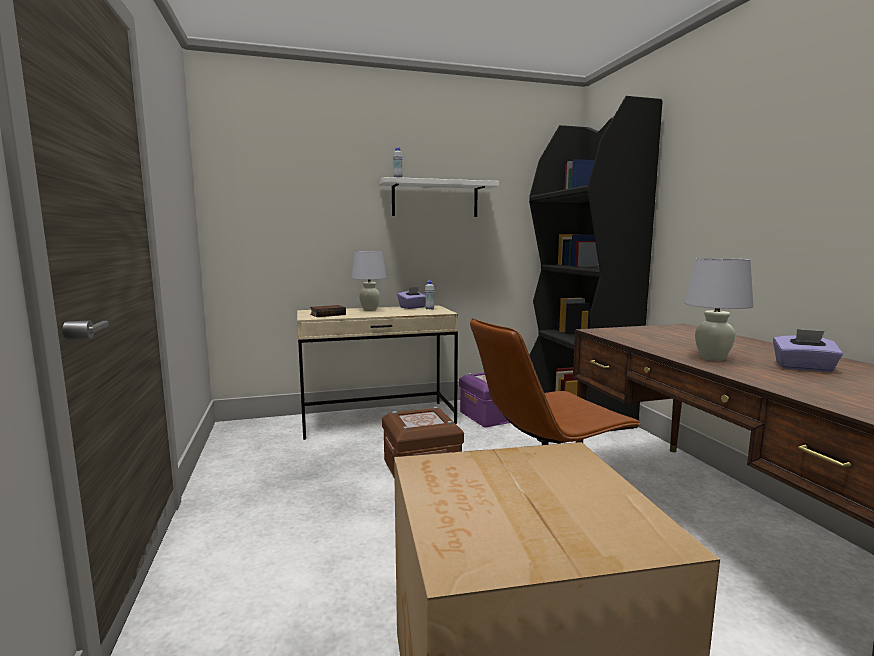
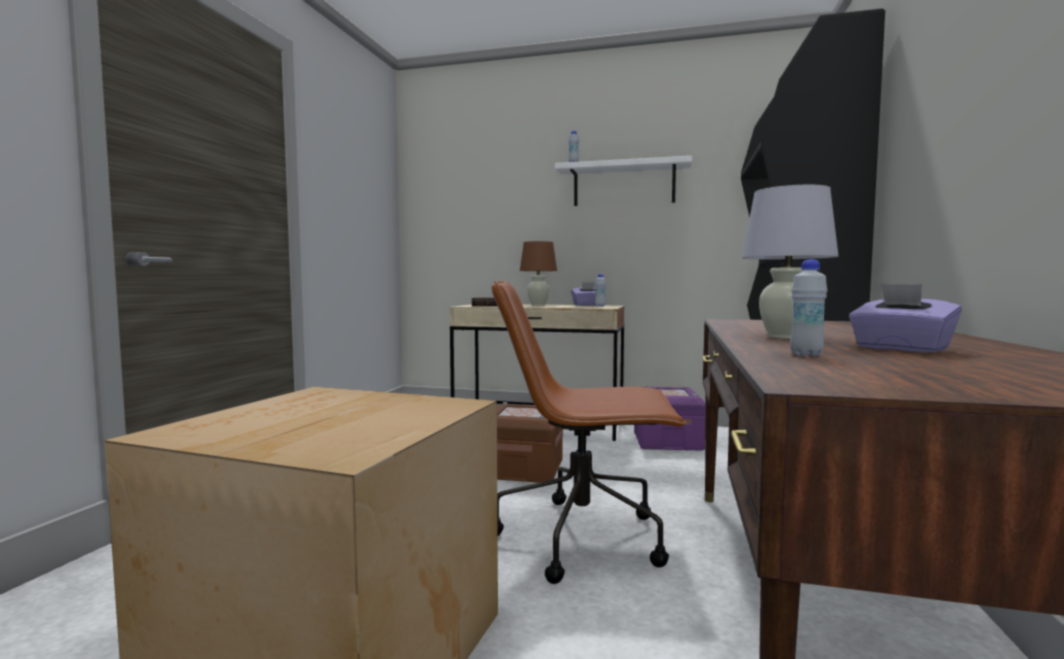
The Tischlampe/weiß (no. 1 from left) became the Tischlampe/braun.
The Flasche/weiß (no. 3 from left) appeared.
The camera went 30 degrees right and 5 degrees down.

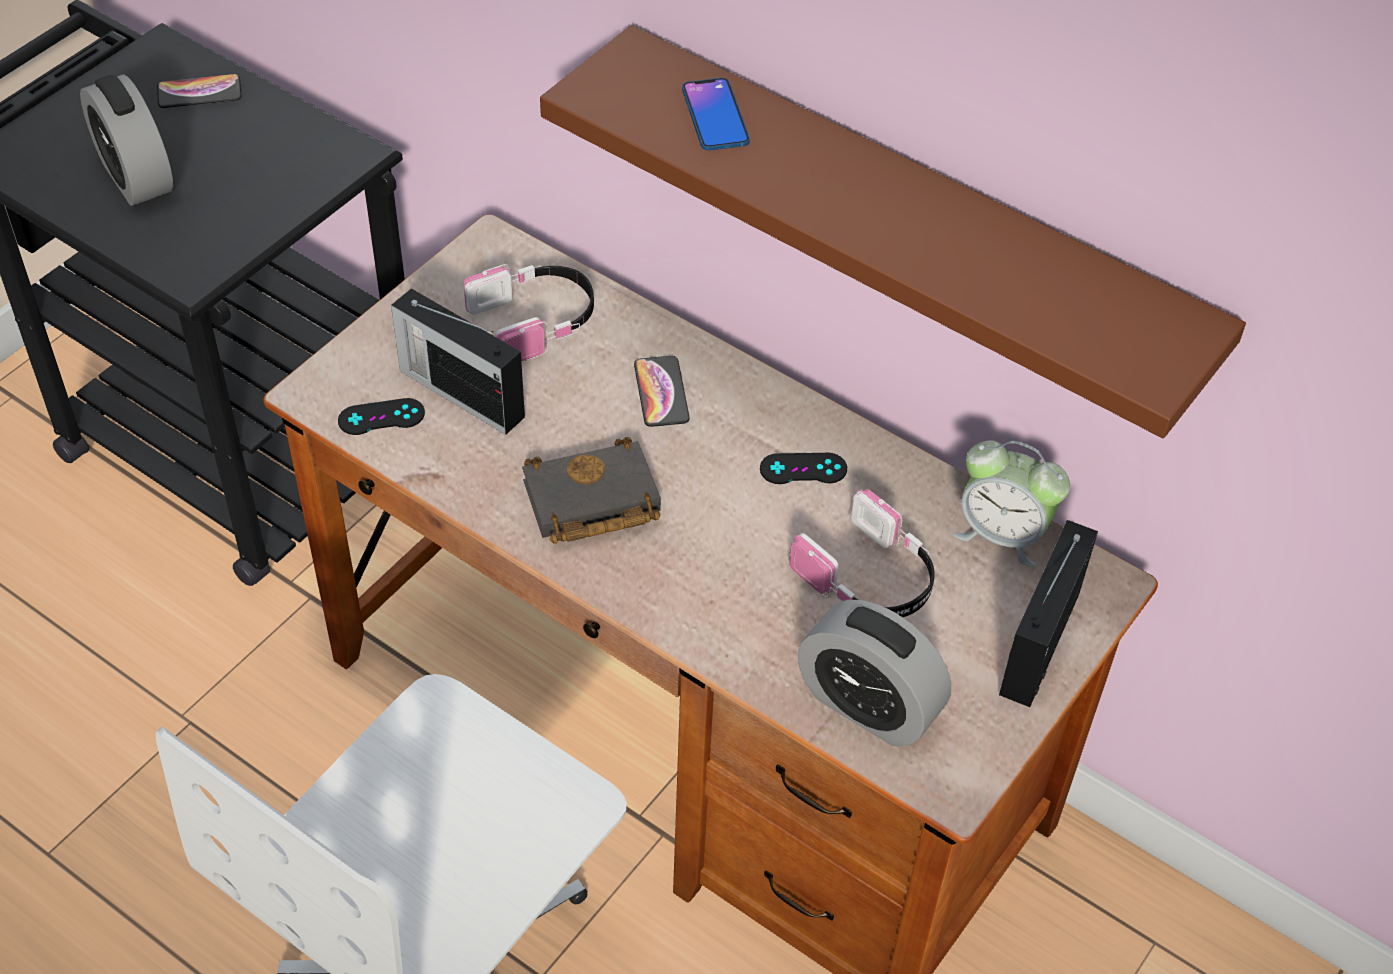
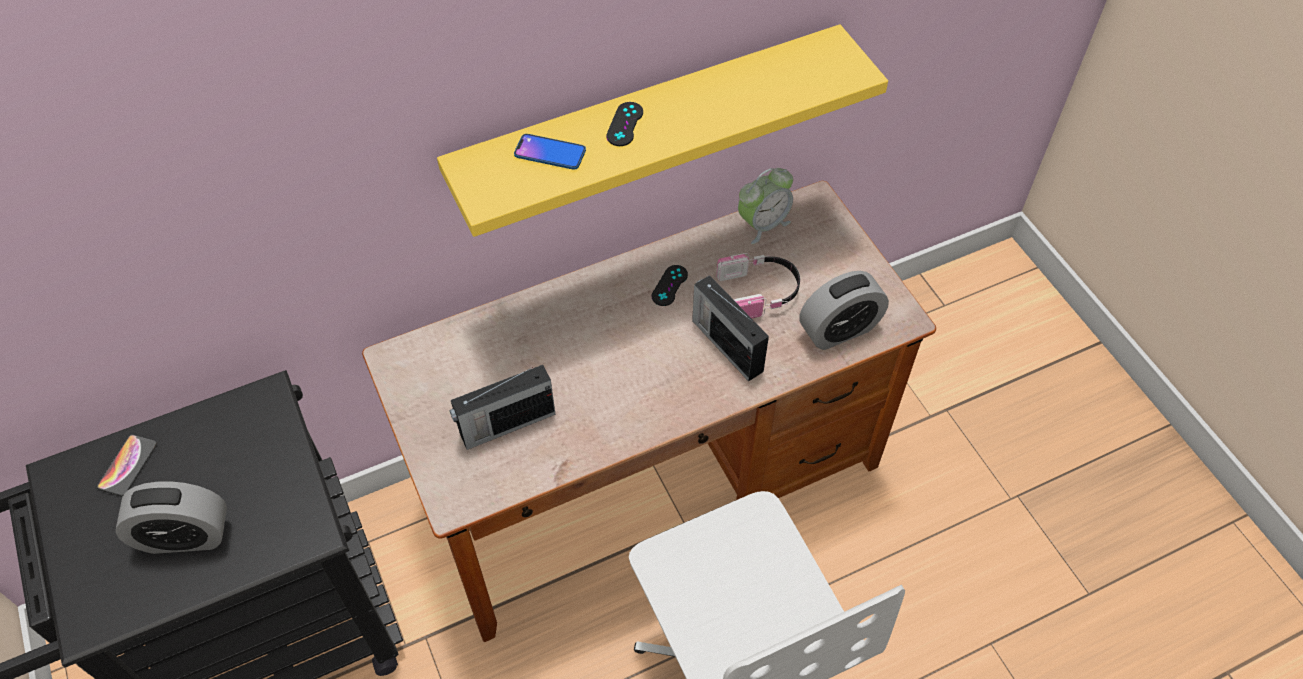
The Wandregal/braun became the Wandregal/gelb.
The Gamepad/schwarz (no. 1 from left) moved.
The Radio (no. 2 from left) moved.
The Kopfhörer (no. 1 from left) disappeared.
The Buch/schwarz disappeared.
The Handy (no. 2 from left) disappeared.
The camera went 60 degrees left and 5 degrees up.

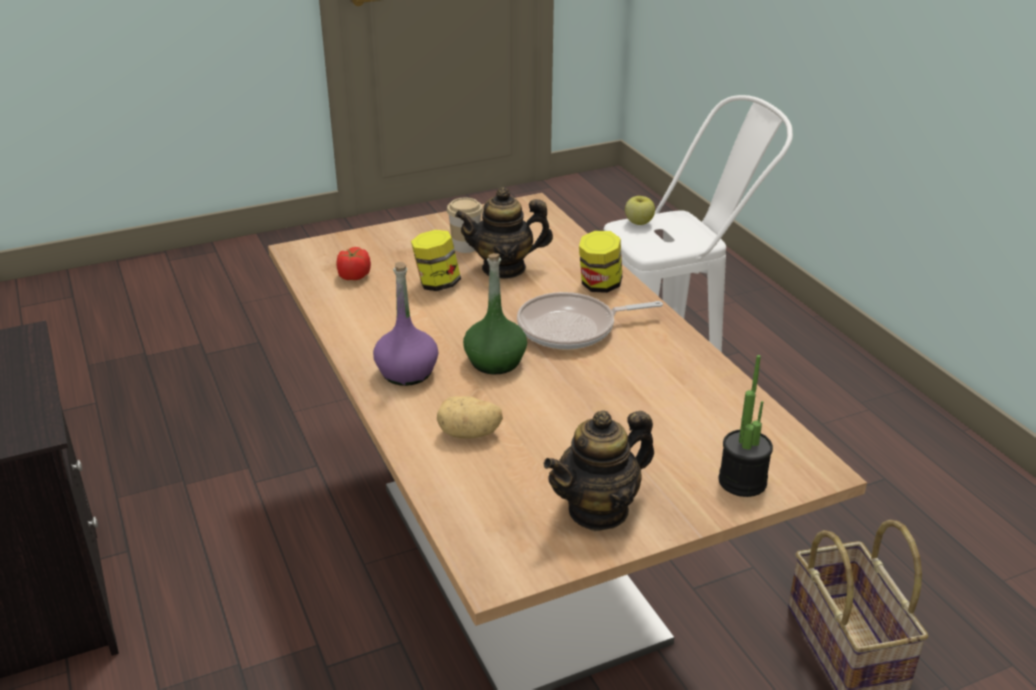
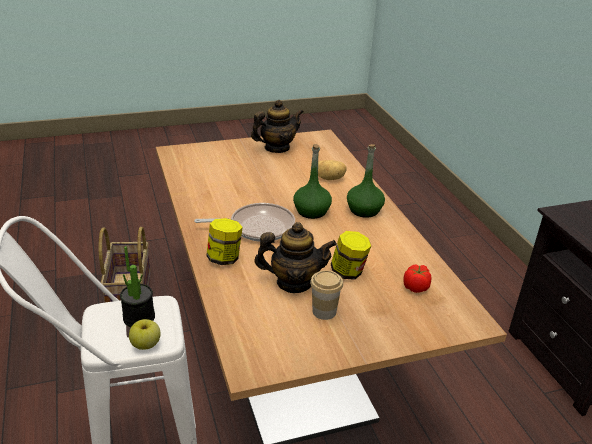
The Topfpflanze moved.
The Flasche/lila became the Flasche/grün (no. 2 from left).
The camera went 175 degrees left and 0 degrees up.

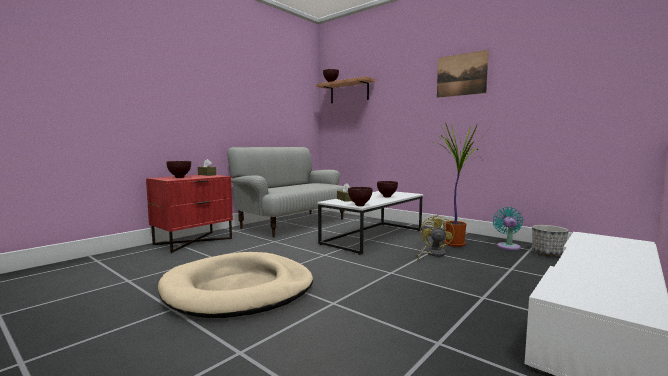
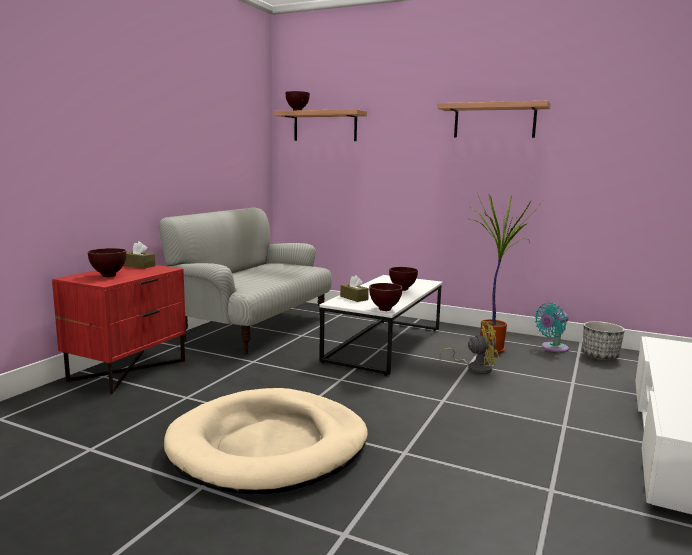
The Bild was replaced by the Wandregal (no. 2 from left).
The Ventilator/gelb turned 90 degrees clockwise.
The Ventilator/türkis turned 120 degrees counterclockwise.
The camera went 15 degrees left and 5 degrees up.

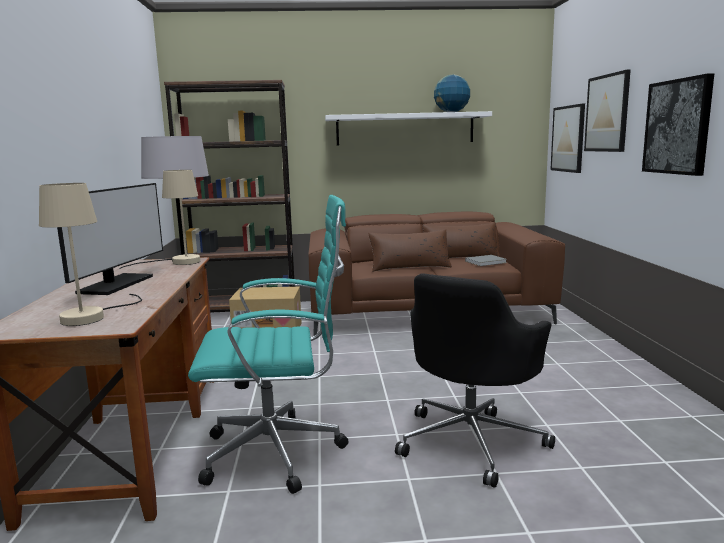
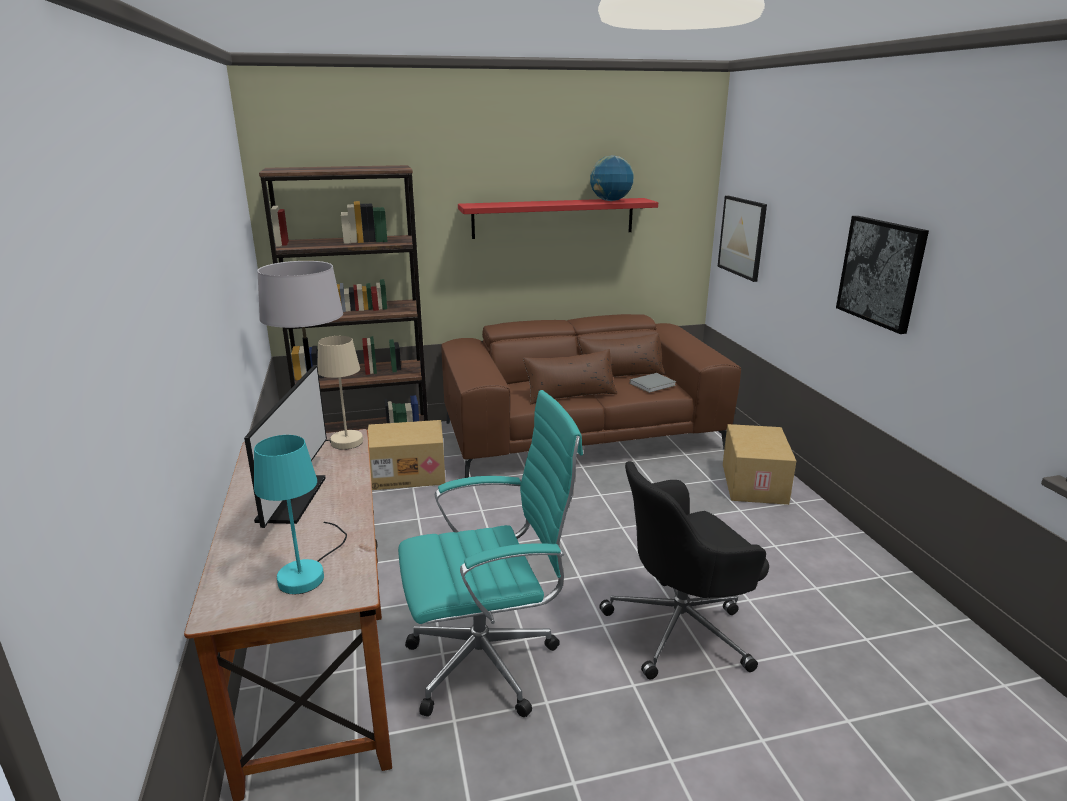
The Tischlampe/beige (no. 1 from left) became the Tischlampe/türkis.
The Wandregal/weiß became the Wandregal/rot.
The Bürostuhl/schwarz turned 45 degrees clockwise.
The Karton (no. 2 from left) appeared.
The Bild (no. 2 from left) disappeared.
The camera went 10 degrees left and 10 degrees up.

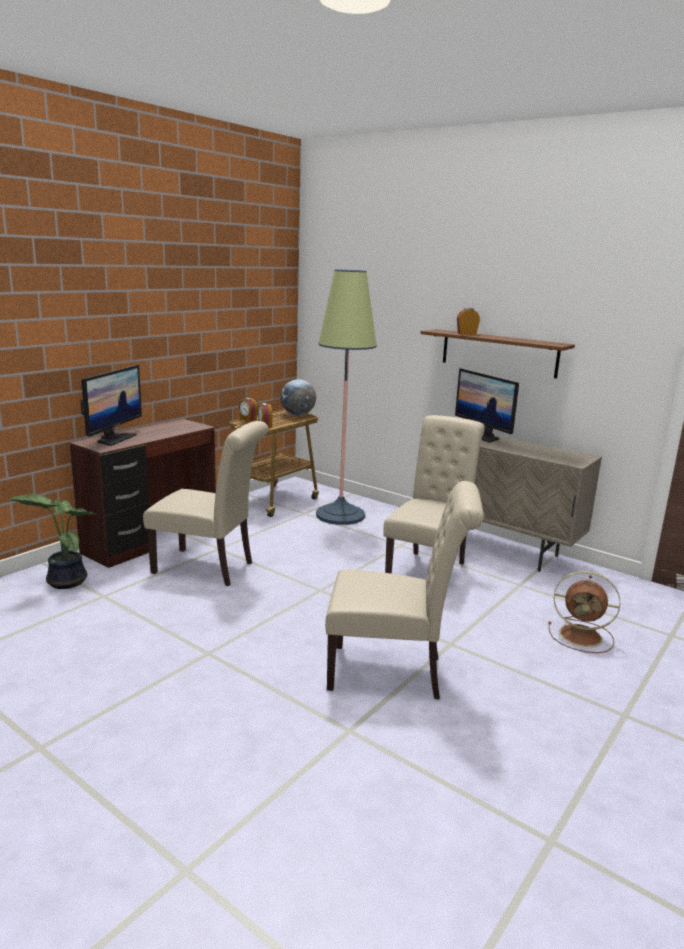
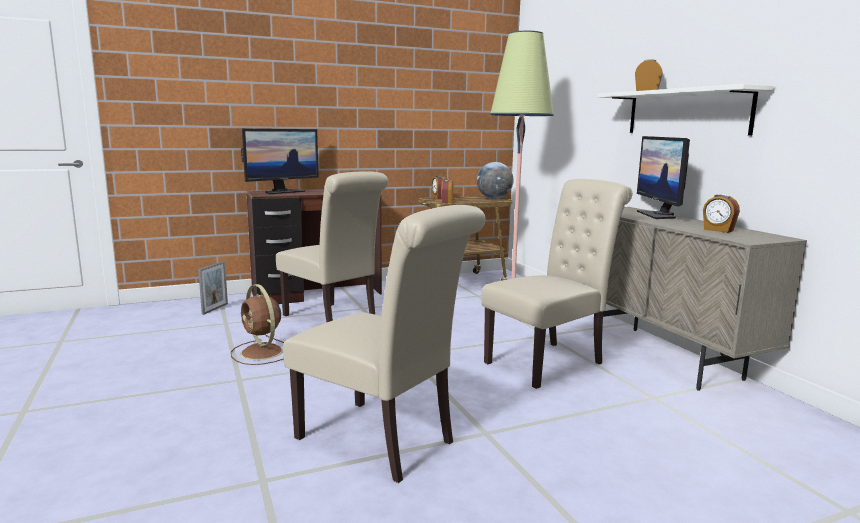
The Topfpflanze was replaced by the Bilderrahmen.
The Ventilator/braun moved.
The Wandregal/braun became the Wandregal/weiß.
The Wecker (no. 4 from left) appeared.
The camera went 30 degrees right and 5 degrees down.

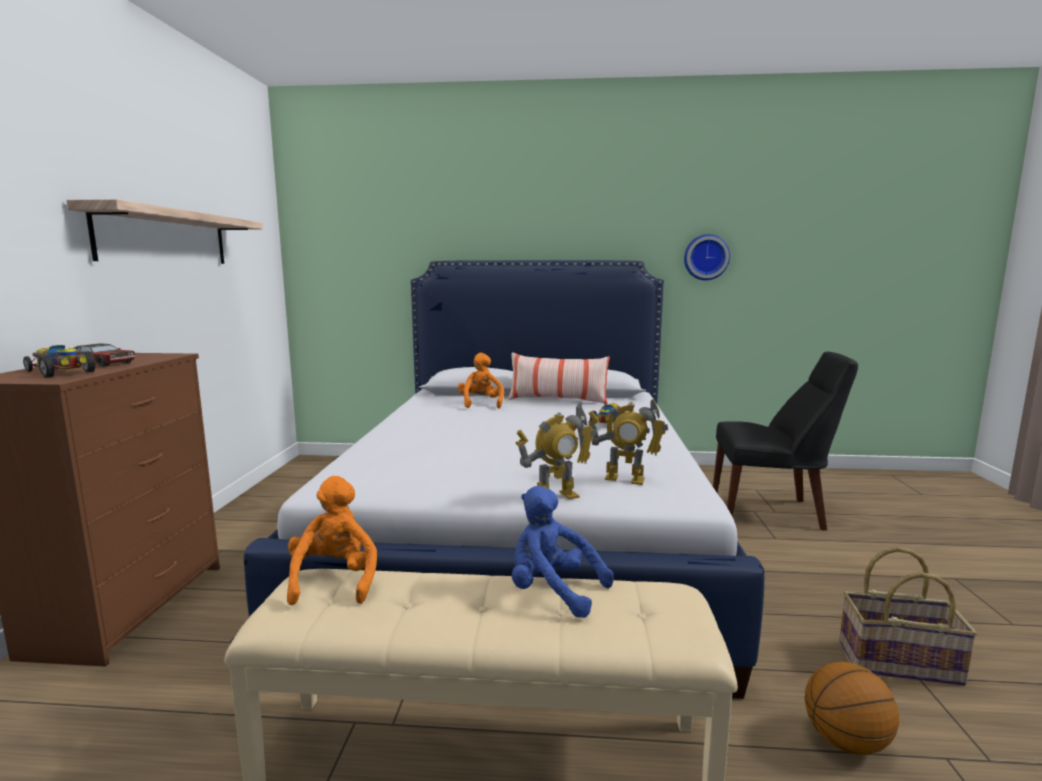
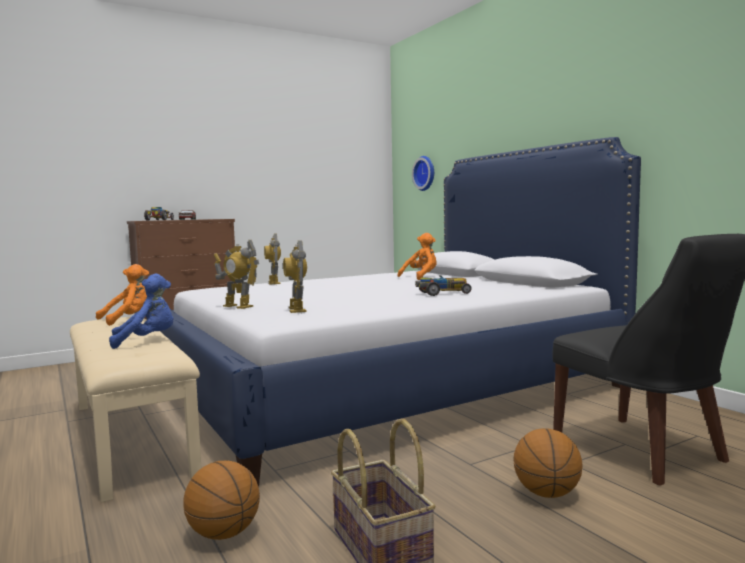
The Plüschtier/blau turned 75 degrees clockwise.
The Spielzeugroboter (no. 2 from left) appeared.
The Wanduhr moved.
The Basketball (no. 2 from left) appeared.
The Wandregal disappeared.
The Kissen disappeared.
The camera went 55 degrees right and 5 degrees down.

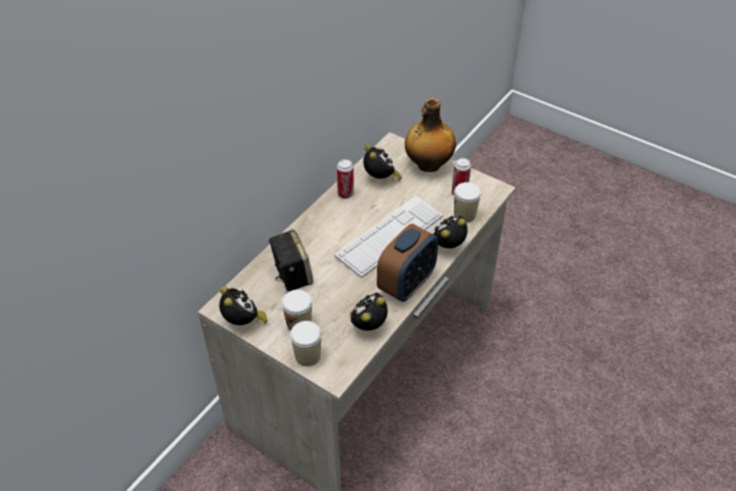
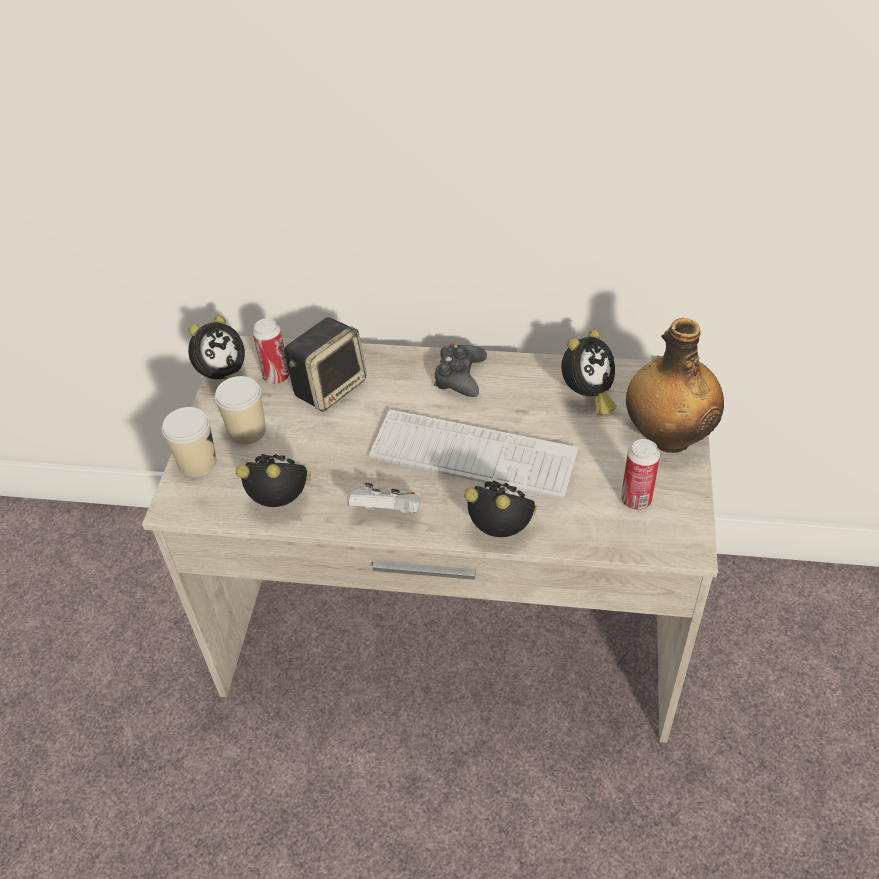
The Dose (no. 1 from left) moved.
The Wecker (no. 4 from left) was replaced by the Gamepad/weiß.
The Gamepad/schwarz appeared.
The Tasse (no. 3 from left) disappeared.
The camera went 65 degrees right and 0 degrees up.

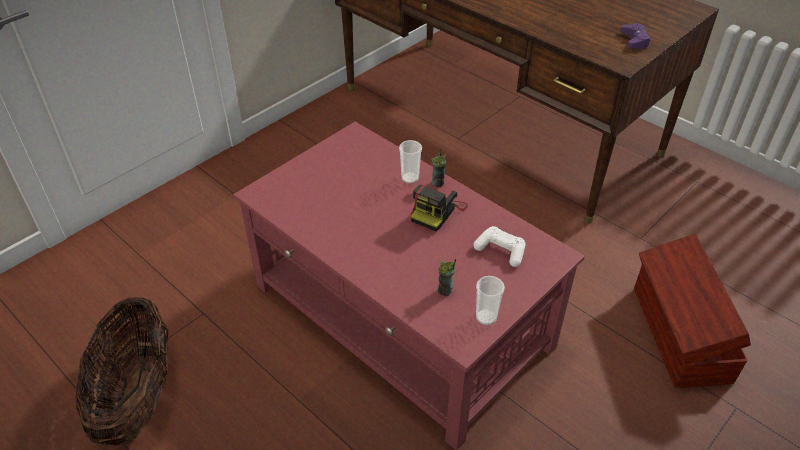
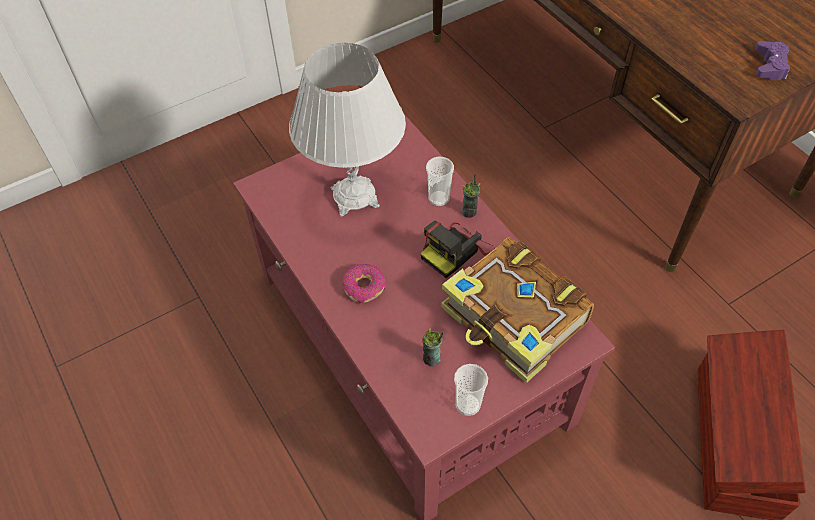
The Tischlampe/weiß appeared.
The Donut appeared.
The Gamepad/weiß was replaced by the Buch.
The Korb disappeared.
The camera went 15 degrees right and 10 degrees up.

